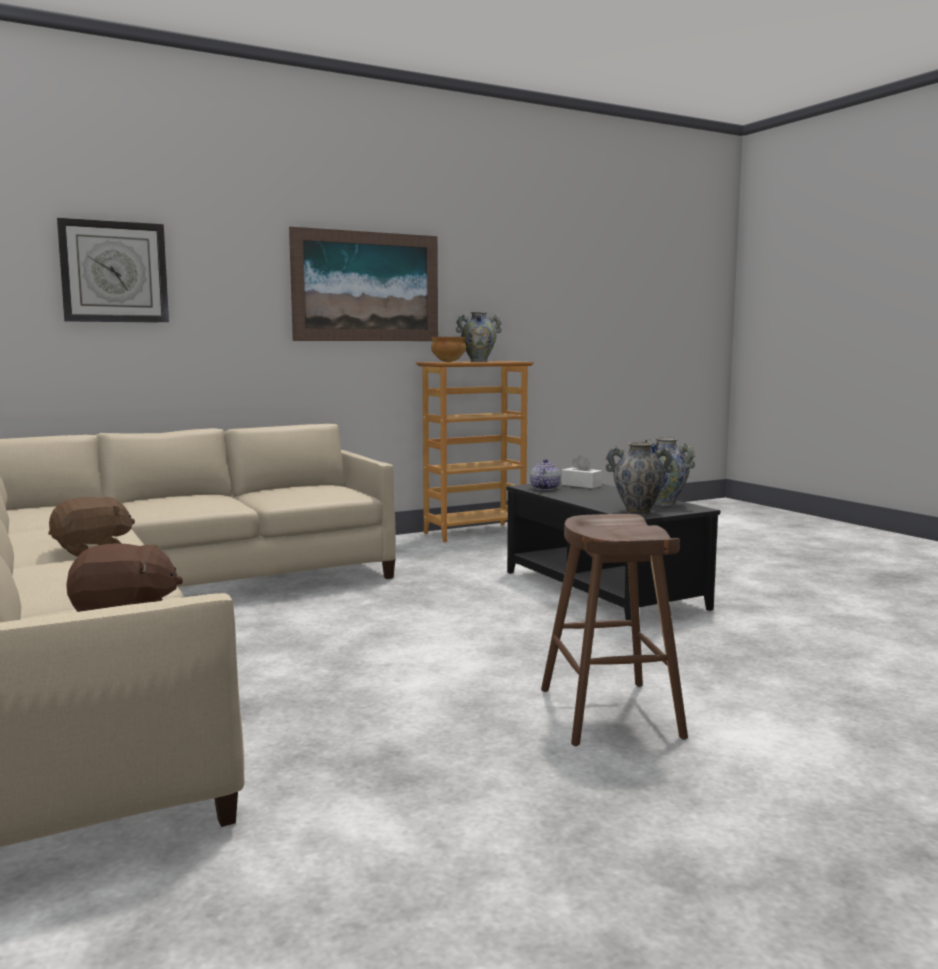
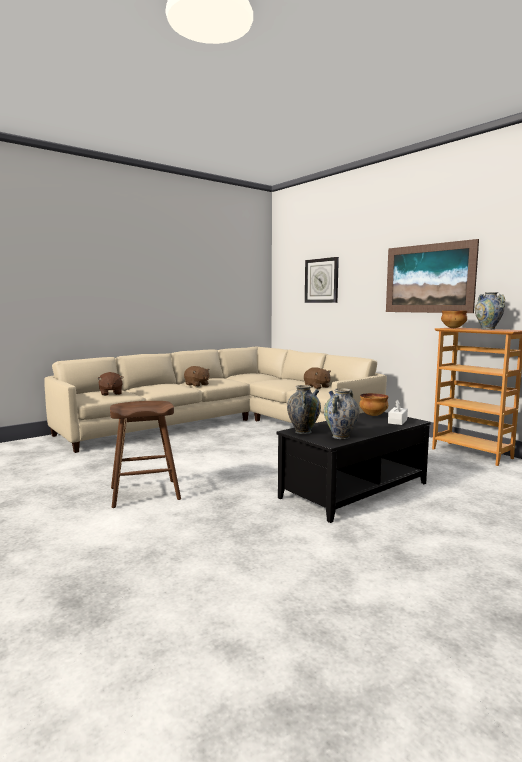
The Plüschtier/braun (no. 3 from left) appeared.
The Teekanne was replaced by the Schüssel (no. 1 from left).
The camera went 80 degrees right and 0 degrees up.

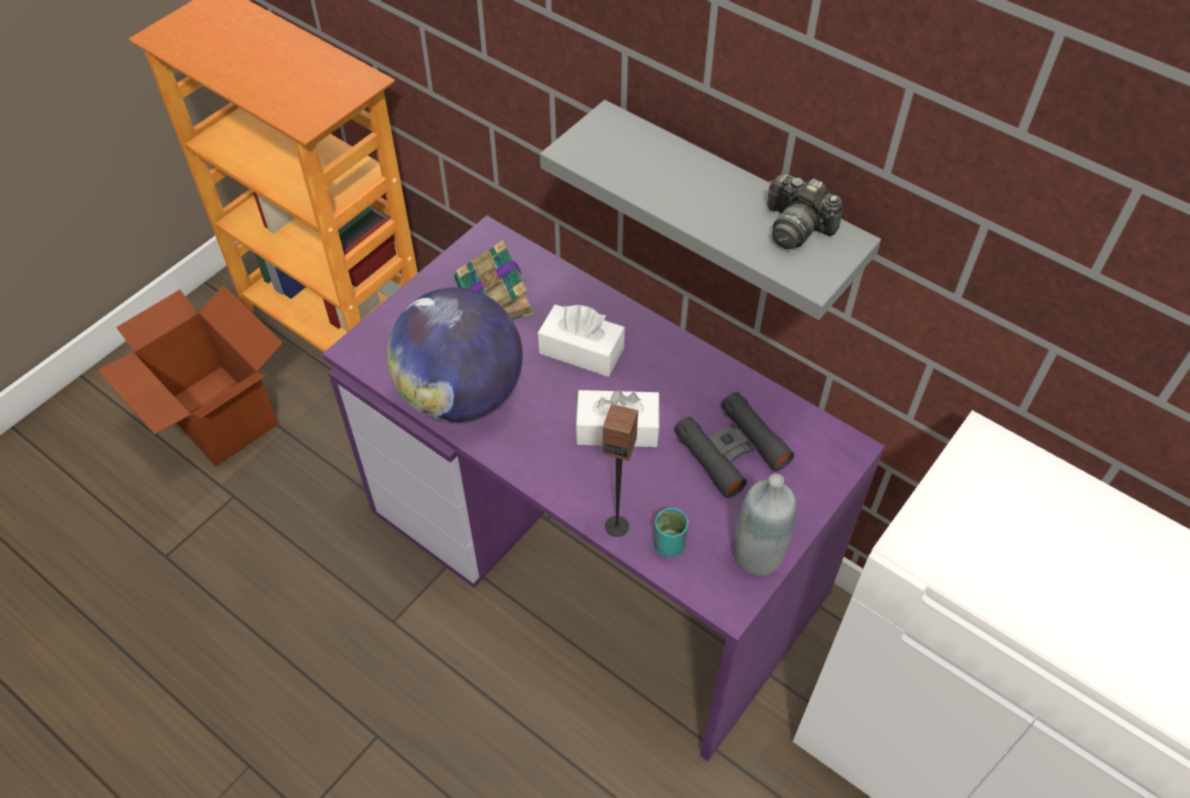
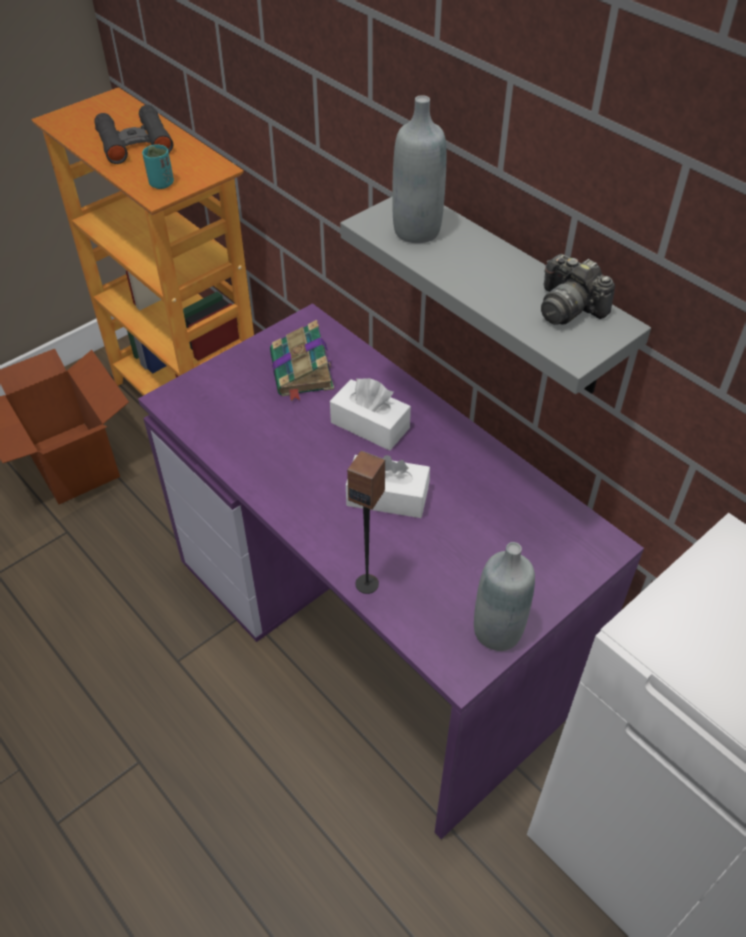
The Fernglas/schwarz moved.
The Tasse/türkis moved.
The Flasche/grau (no. 1 from left) appeared.
The Globus disappeared.
The camera went 10 degrees right and 5 degrees down.

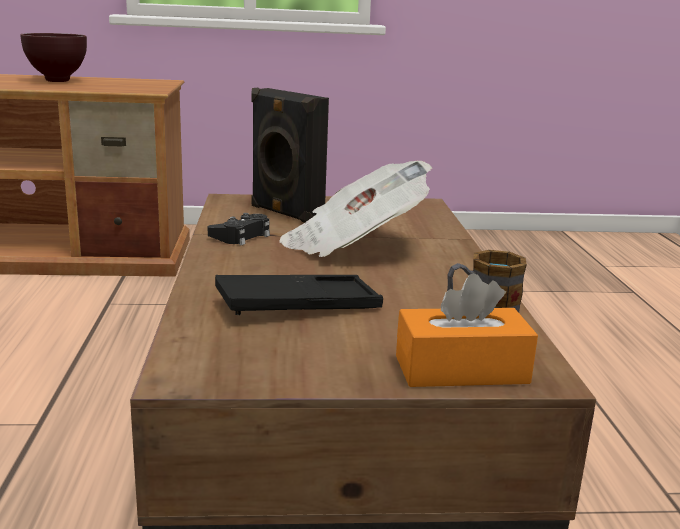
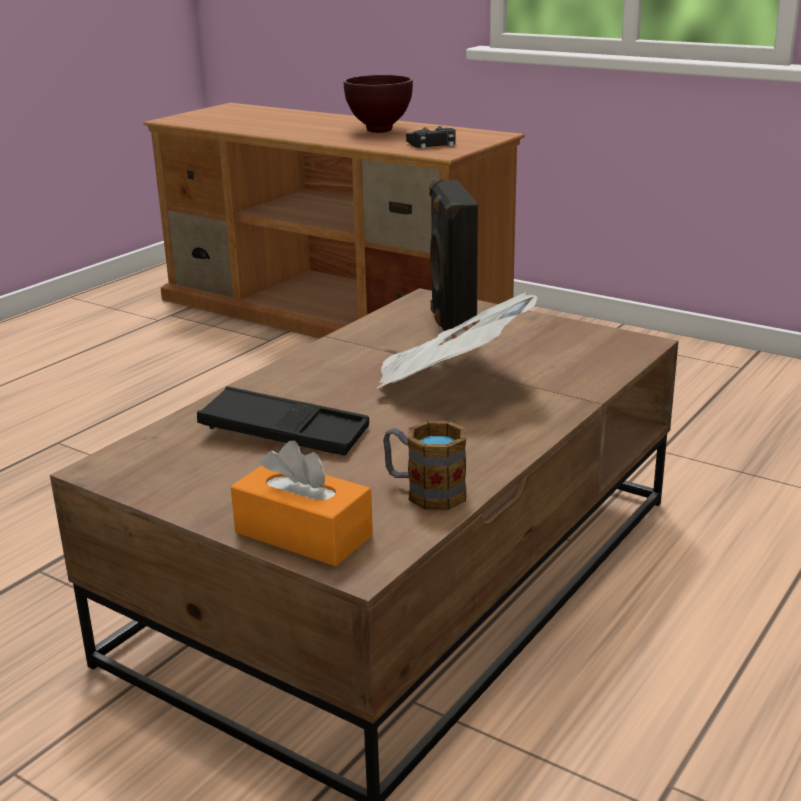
The Gamepad/schwarz moved.
The camera went 40 degrees right and 5 degrees up.

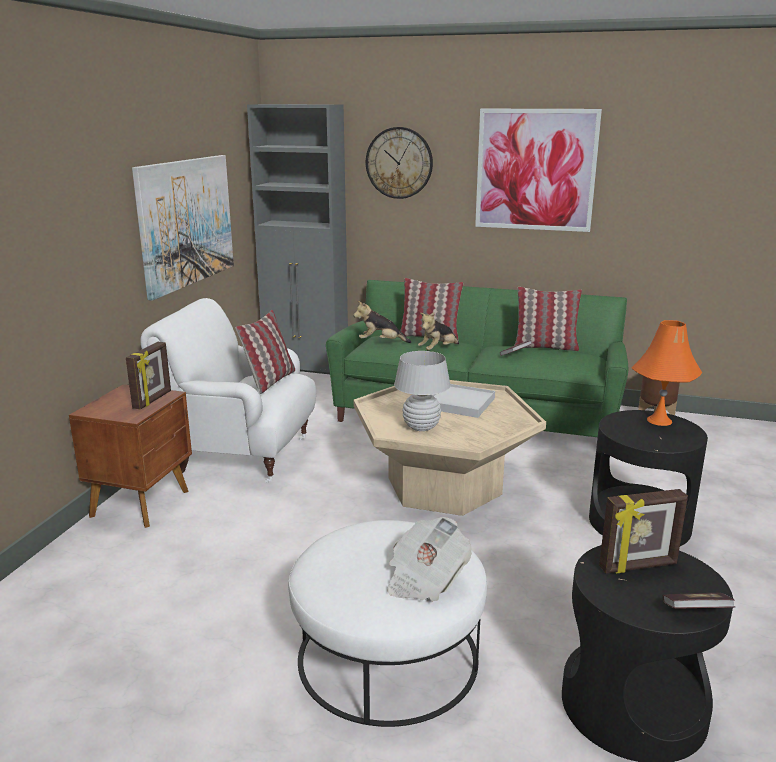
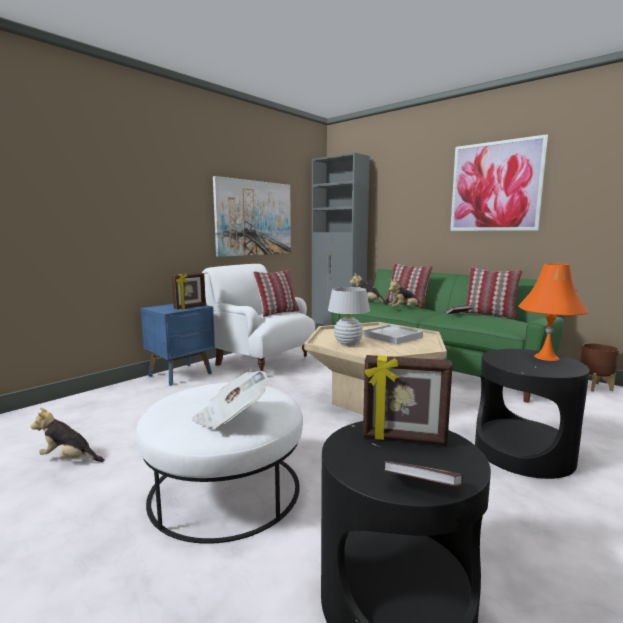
The Plüschtier (no. 1 from left) appeared.
The Nachttisch/braun became the Nachttisch/blau.
The Wanduhr disappeared.
The camera went 25 degrees right and 10 degrees down.

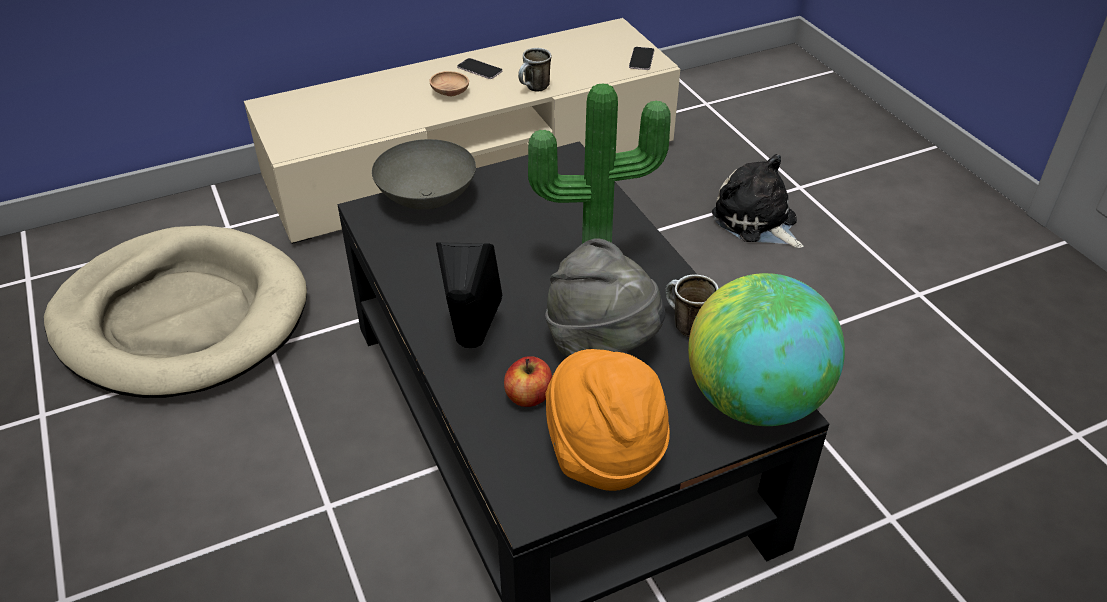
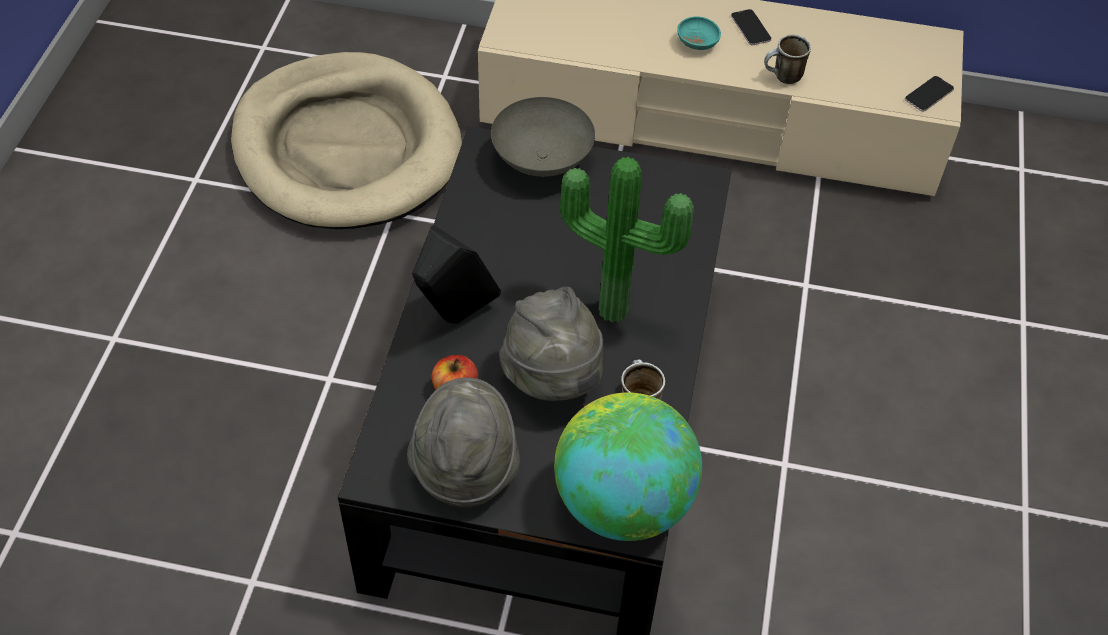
The Hut/orange became the Hut/grau (no. 1 from left).
The Schüssel/braun became the Schüssel/türkis.
The Plüschtier disappeared.
The camera went 35 degrees right and 10 degrees up.

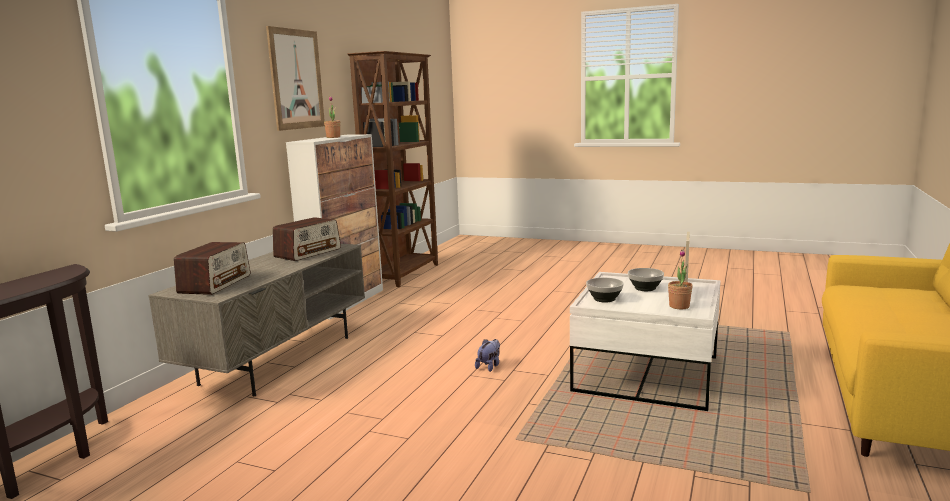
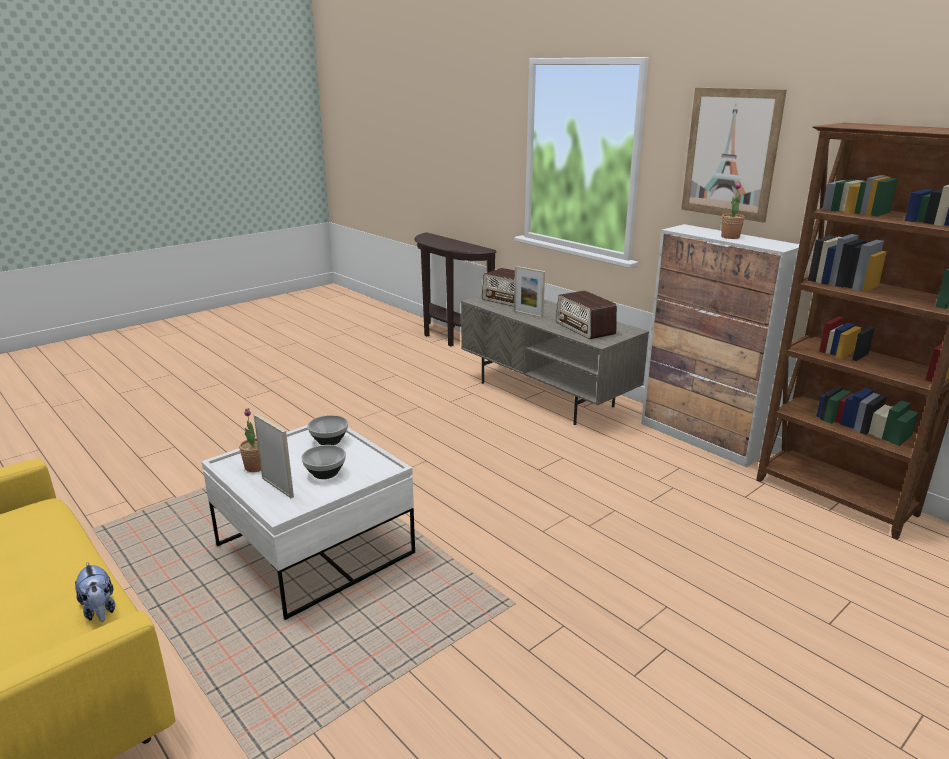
The Plüschtier moved.
The Bilderrahmen (no. 2 from left) appeared.
The camera went 115 degrees right and 10 degrees up.

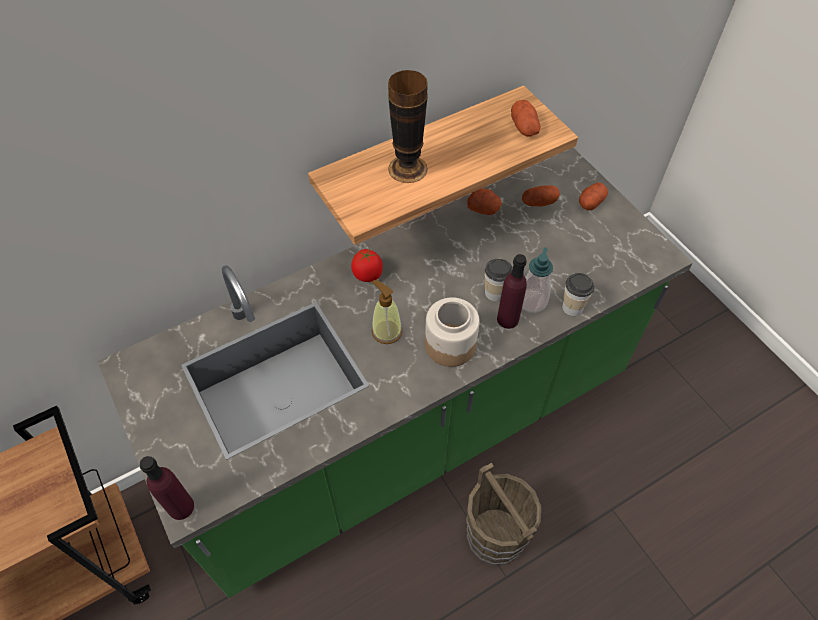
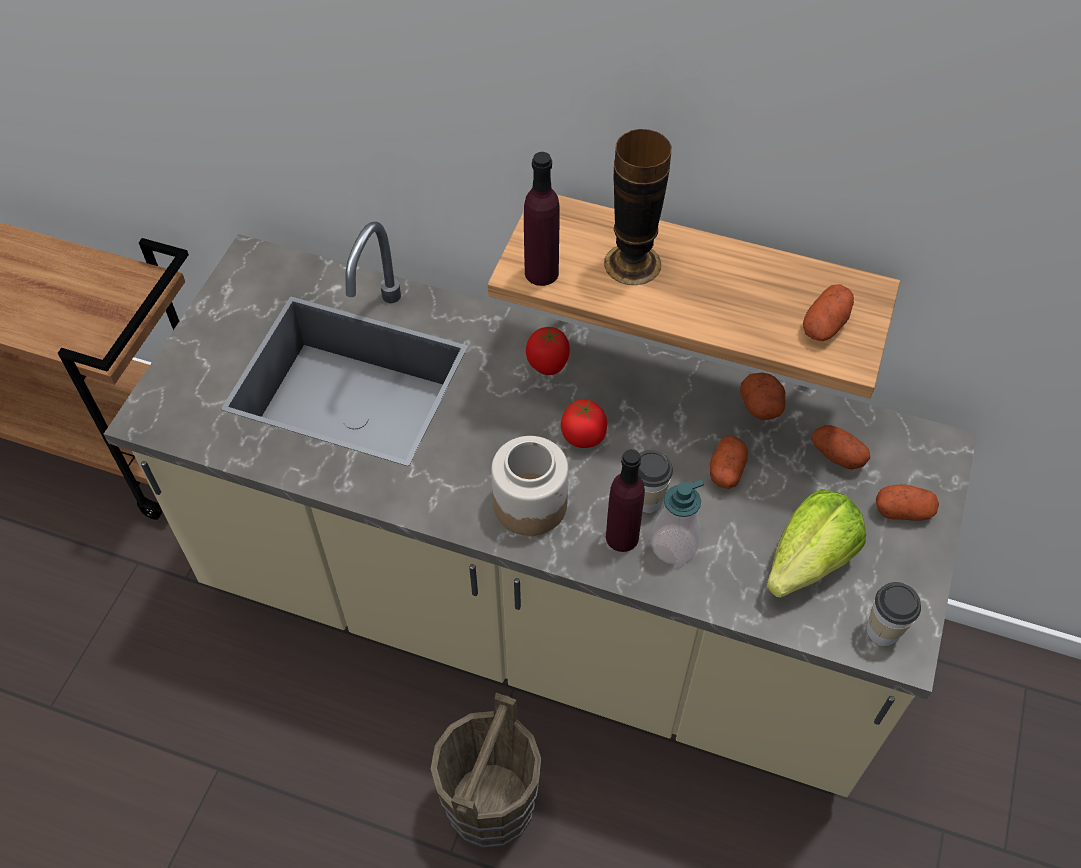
The Küchenzeile/grün became the Küchenzeile/beige.
The Flasche/lila (no. 1 from left) moved.
The Tomate (no. 2 from left) appeared.
The Kartoffel (no. 1 from left) appeared.
The Salatkopf appeared.
The Tasse (no. 2 from left) moved.
The Seifenspender (no. 1 from left) disappeared.
The camera went 50 degrees right and 0 degrees up.

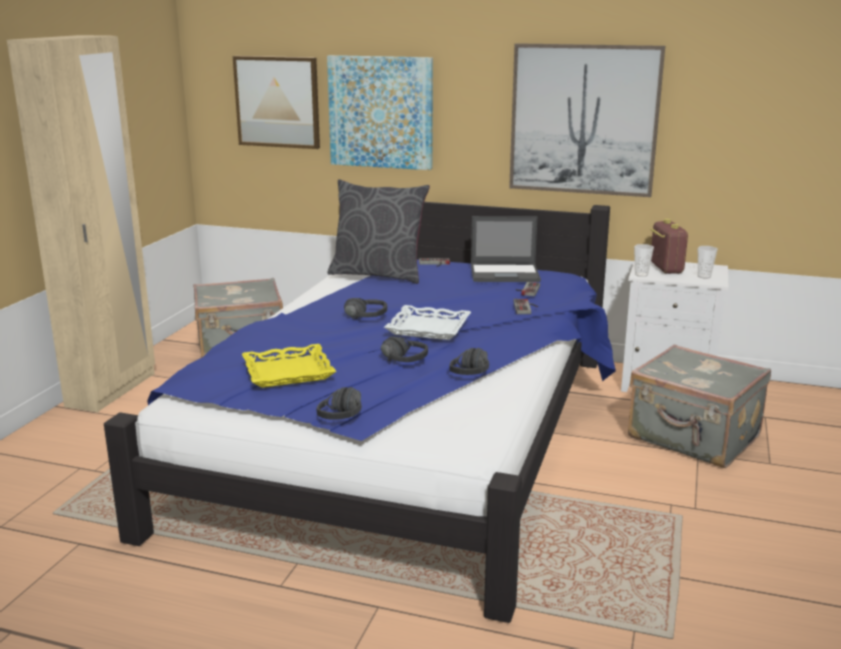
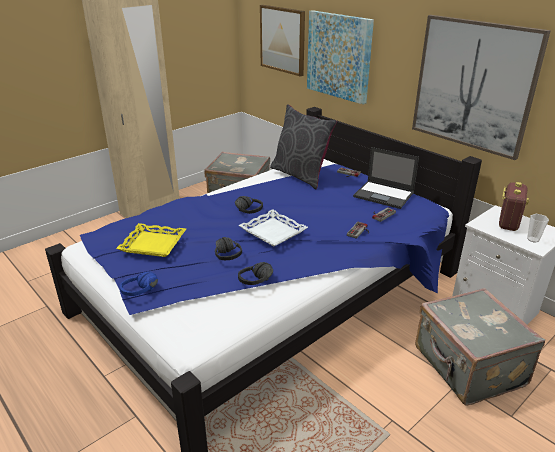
The Kopfhörer/schwarz (no. 1 from left) became the Kopfhörer/blau.
The Tasse (no. 1 from left) disappeared.
The camera went 30 degrees right and 10 degrees up.

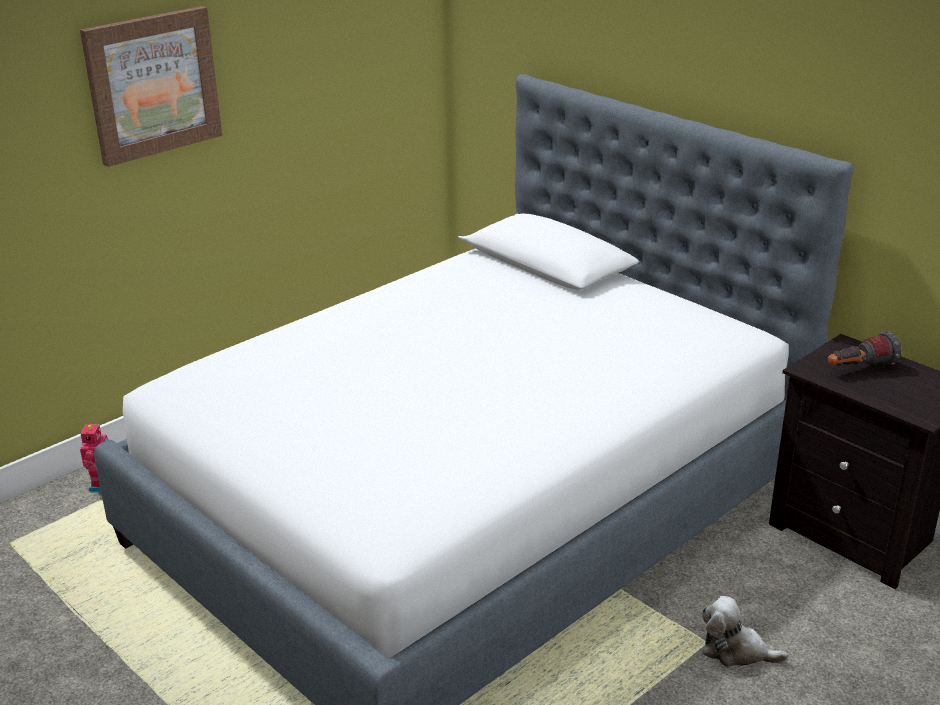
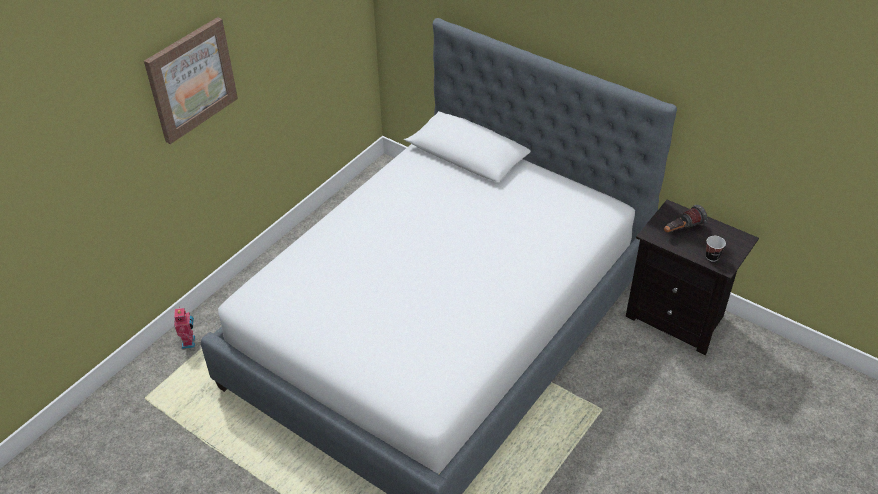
The Tasse appeared.
The Plüschtier disappeared.
The camera went 10 degrees left and 15 degrees up.

